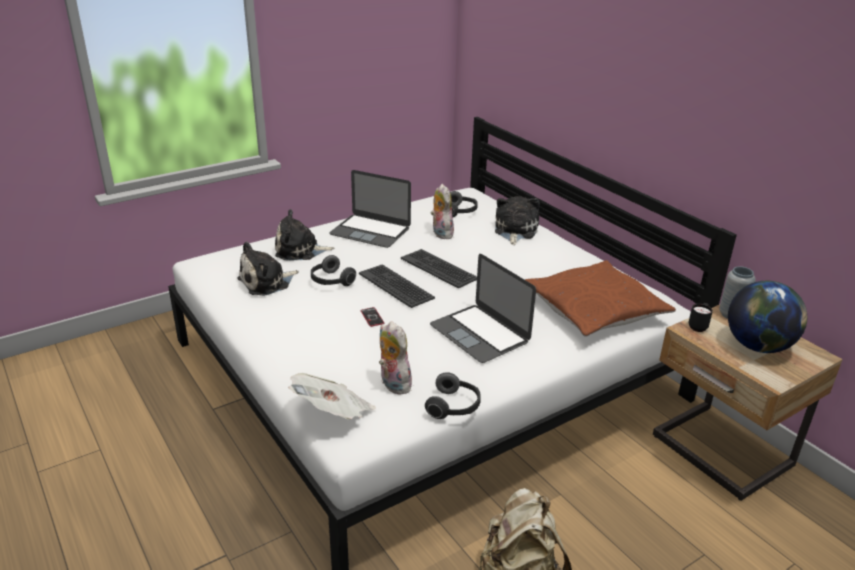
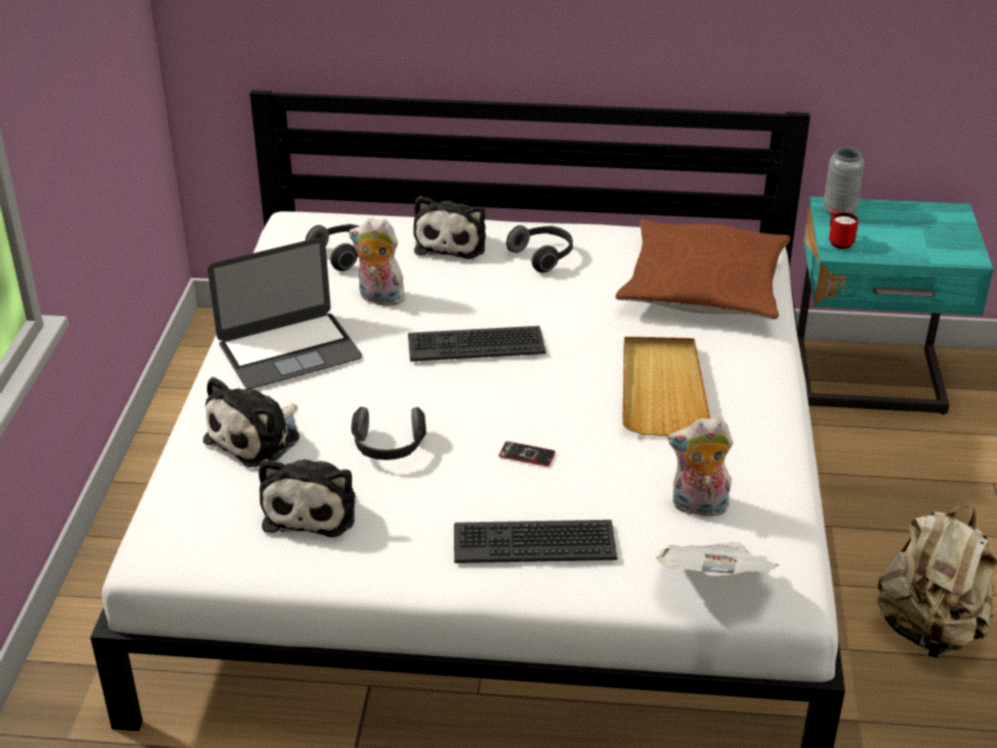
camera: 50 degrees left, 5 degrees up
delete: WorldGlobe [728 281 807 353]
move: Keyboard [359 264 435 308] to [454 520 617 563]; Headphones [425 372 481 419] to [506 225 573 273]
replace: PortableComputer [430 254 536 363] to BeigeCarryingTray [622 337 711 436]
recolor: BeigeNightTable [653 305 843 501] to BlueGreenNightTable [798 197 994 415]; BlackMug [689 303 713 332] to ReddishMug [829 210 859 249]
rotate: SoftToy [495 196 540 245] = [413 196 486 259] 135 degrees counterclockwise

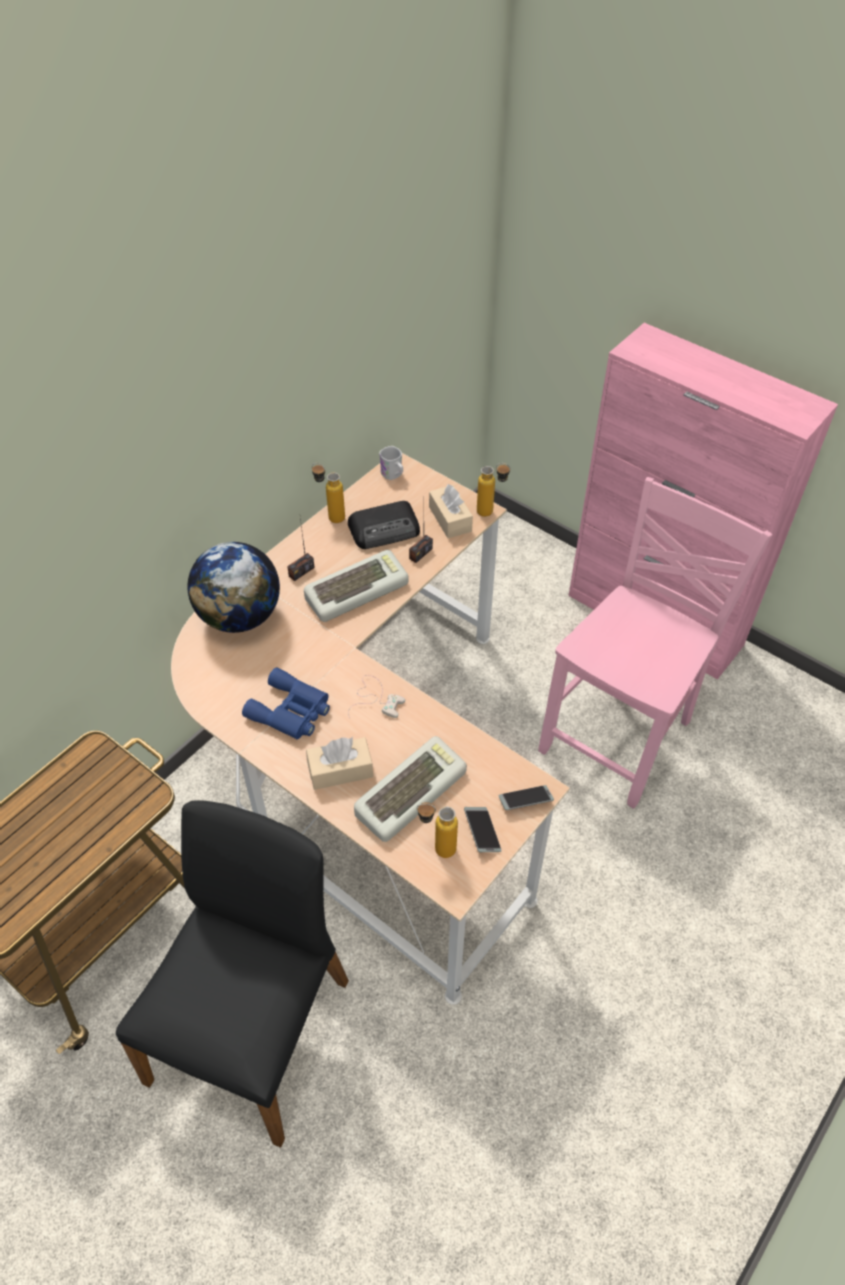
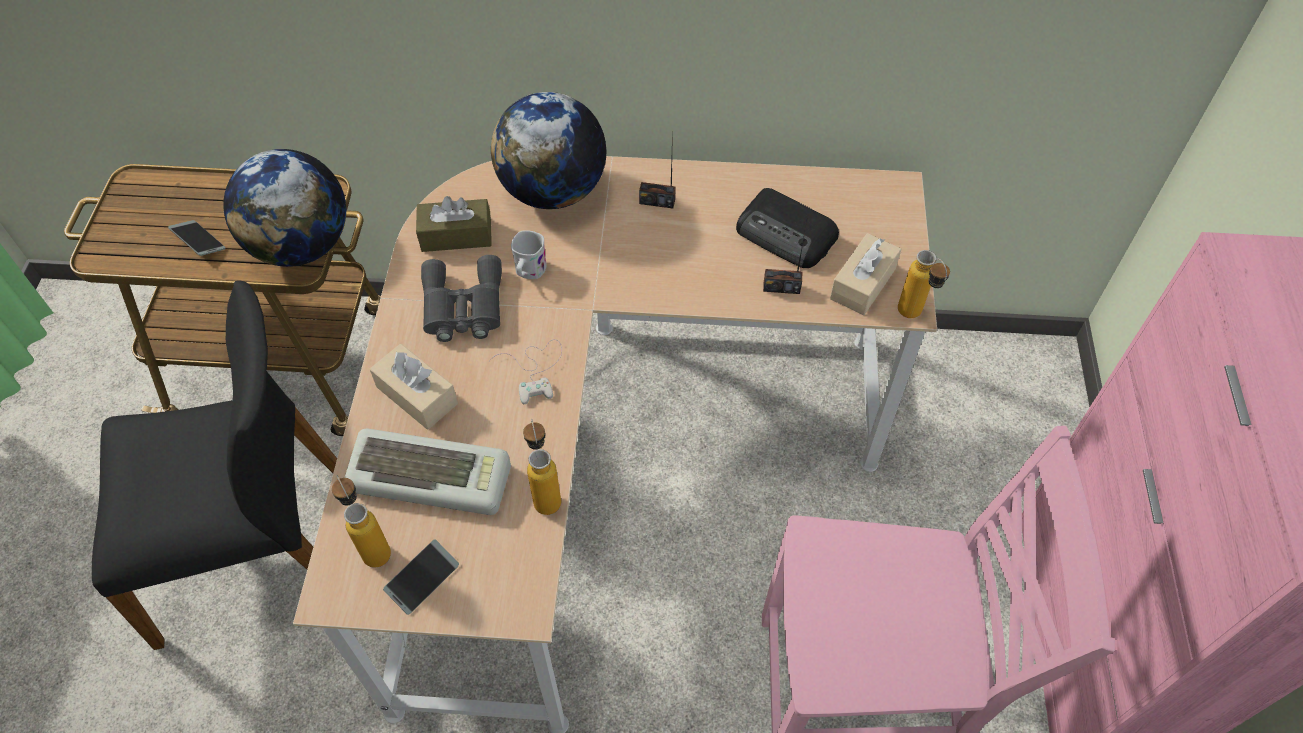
camera: 55 degrees right, 5 degrees up
delete: Keyboard [304 550 409 622]
insert: WorldGlobe [223 149 346 267]; BrownColouredTissueHolder [416 196 492 252]
move: DrinkBottle [312 463 345 523] to [523 419 561 515]; WhiteColouredMug [379 446 403 480] to [511 230 547 279]; Handset [498 785 554 810] to [168 220 226 256]
recolor: BluePairOfBinoculars [242 667 330 739] to GreyishPairOfBinoculars [421 255 502 342]

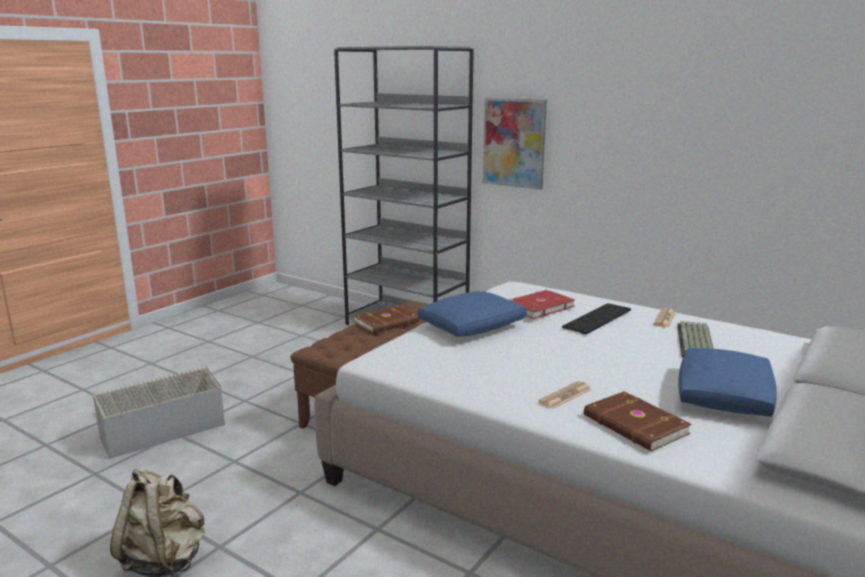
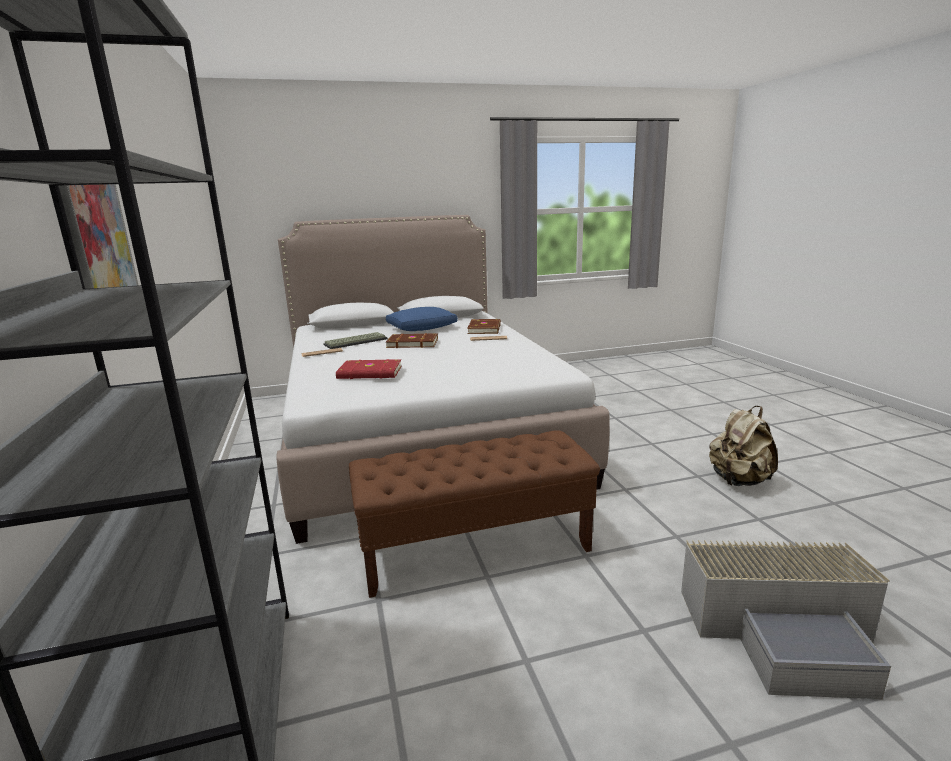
camera: 140 degrees left, 0 degrees up
delete: BlueThrowPillow [418 291 527 337]; Keyboard [562 303 631 334]
move: BrownColouredVolume [354 305 419 333] to [386 333 438 348]

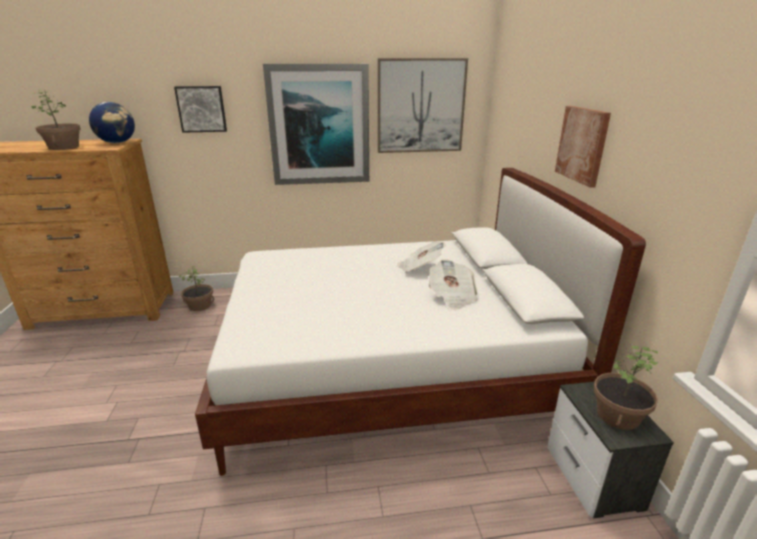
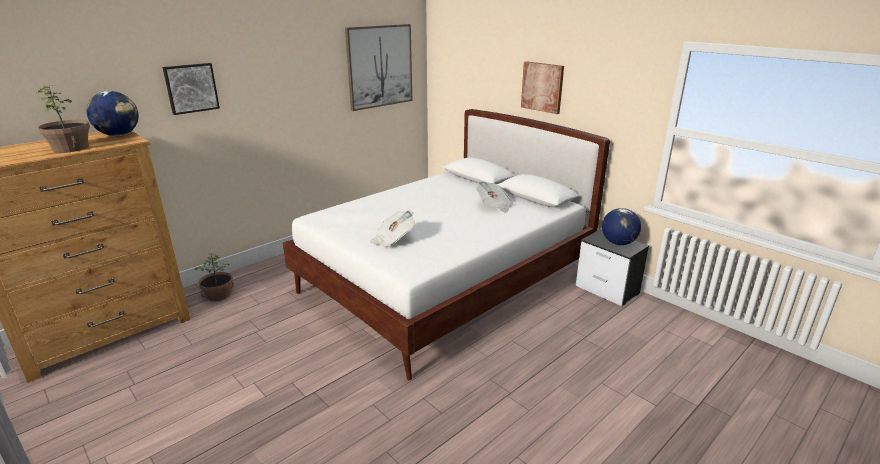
camera: 35 degrees left, 0 degrees up
delete: WallArt [263 64 369 185]
move: Newspaper [397 241 446 273] to [370 210 415 247]
replace: PlantInAPot [594 346 658 430] to WorldGlobe [602 208 641 245]

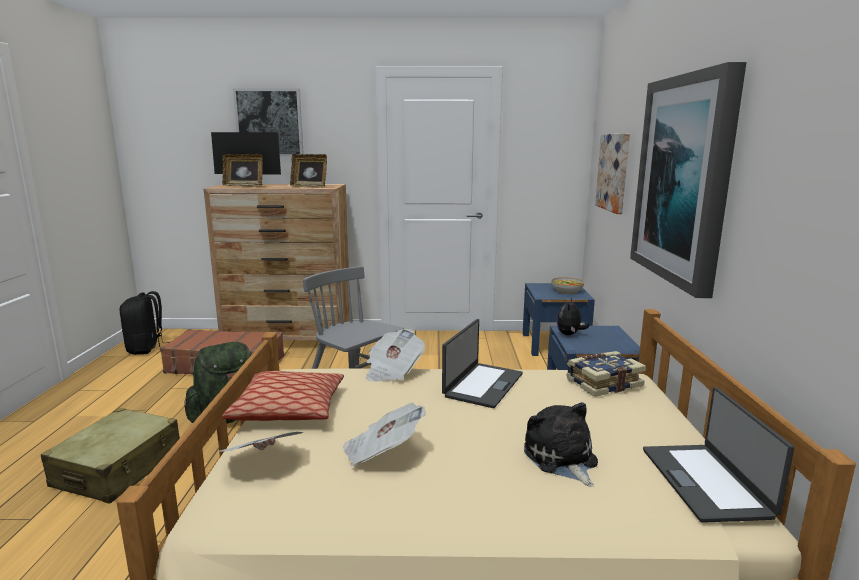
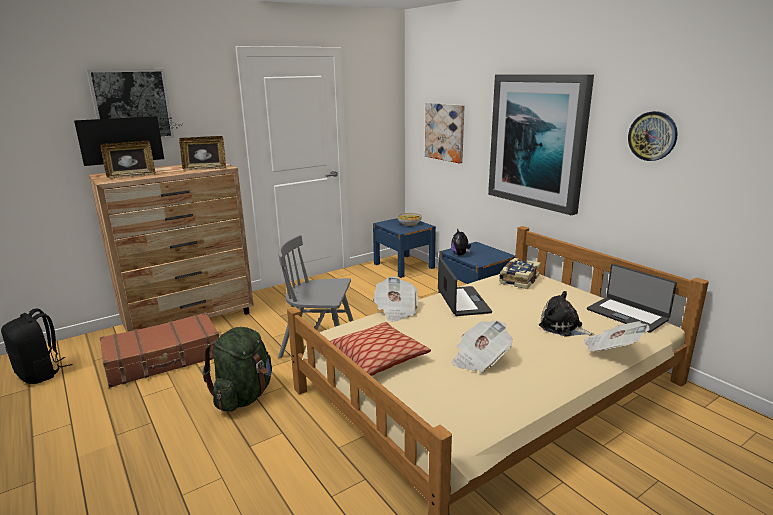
camera: 35 degrees left, 5 degrees up
delete: BeigeTravelCase [41 408 180 503]
insert: ClockOnTheWall [628 111 678 161]
move: Newspaper [220 432 303 452] to [584 321 650 352]

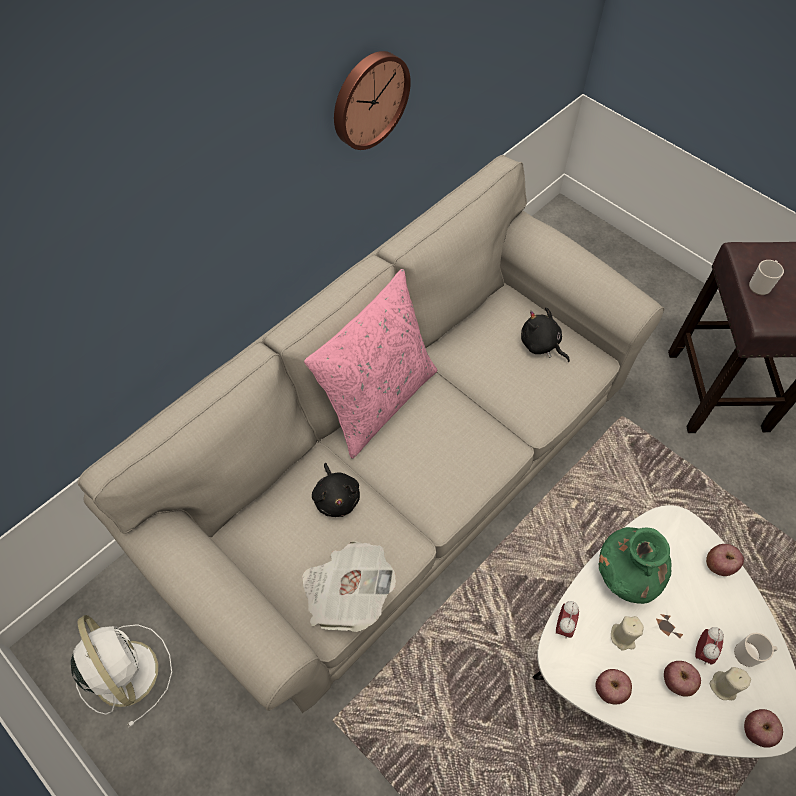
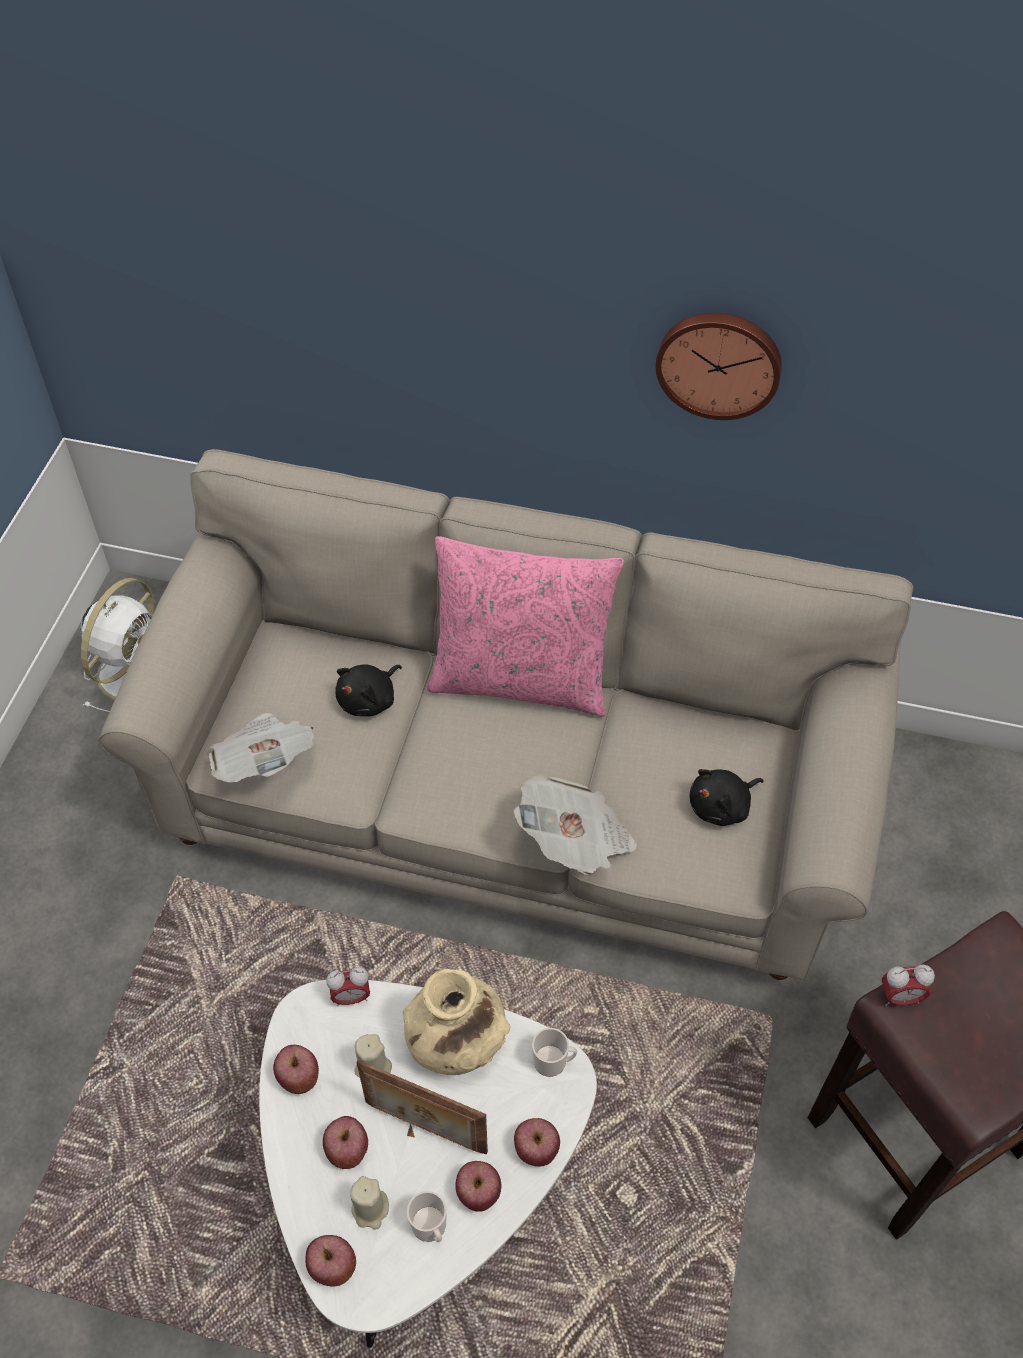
camera: 60 degrees right, 5 degrees down
insert: StandingFrame [356 1060 488 1155]; AppleFruit [455 1161 501 1212]; Newspaper [513 774 637 875]
move: TableClock [695 627 724 664] to [882 965 935 1006]; Mug [749 260 784 295] to [532 1028 577 1077]
recolor: GreenDecorativeVase [599 527 672 604] to BeigeDecorativeVase [403 969 511 1075]
rotate: BlackSoftToy [521 307 570 362] = [690 769 764 826] 135 degrees counterclockwise

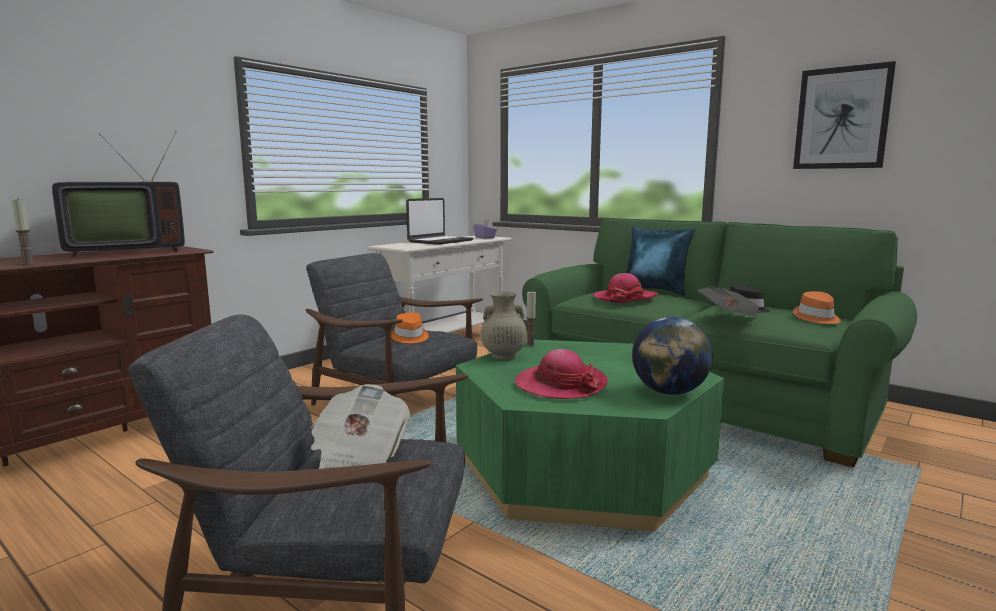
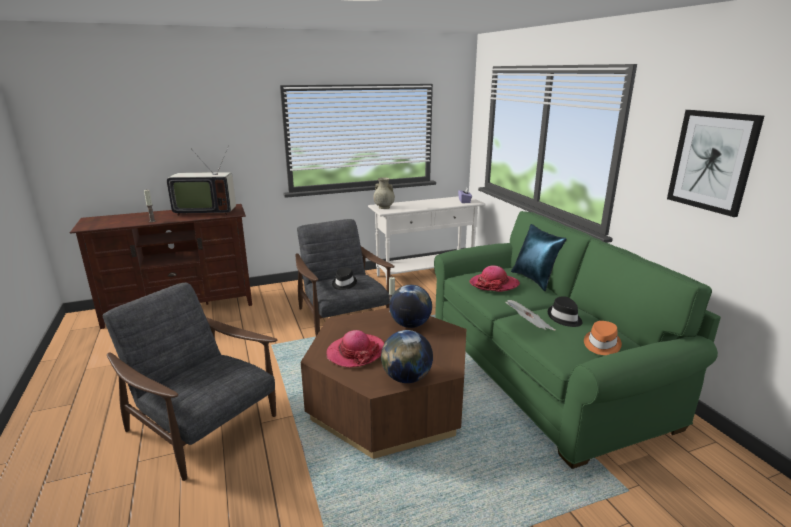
camera: 30 degrees right, 10 degrees up
delete: Newspaper [311 384 410 469]; PortableComputer [406 198 473 245]
insert: WorldGlobe [389 285 432 328]
move: BeigeDecorativeVase [481 292 527 360] to [373 177 395 209]
recolor: OrangeColouredClothingHat [391 313 429 343] to BlackClothingHat [332 267 357 290]; GreenLoungeTable [456 340 724 531] to BrownColouredLoungeTable [301 308 466 459]

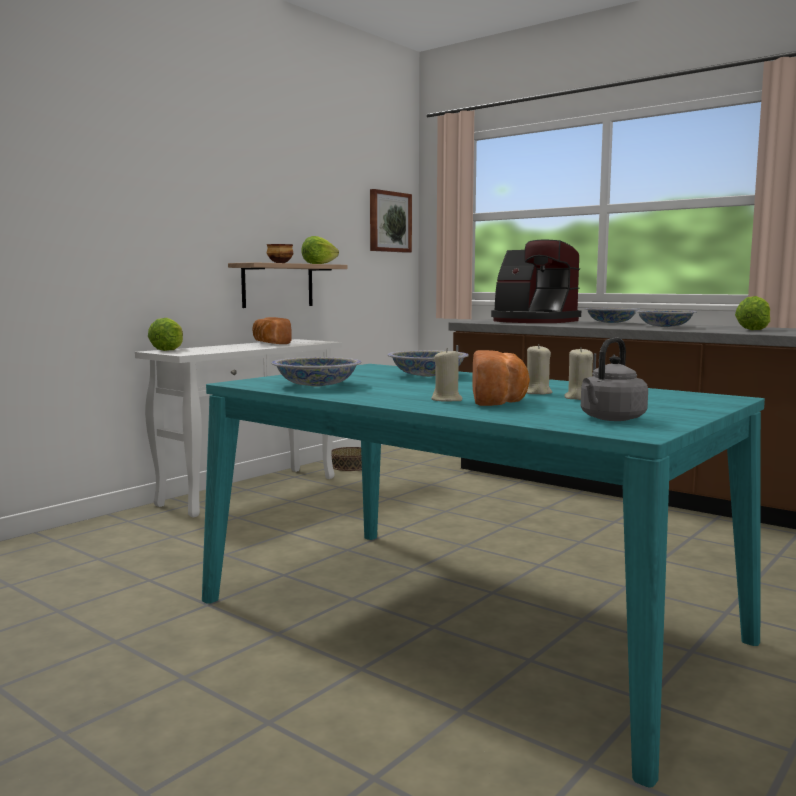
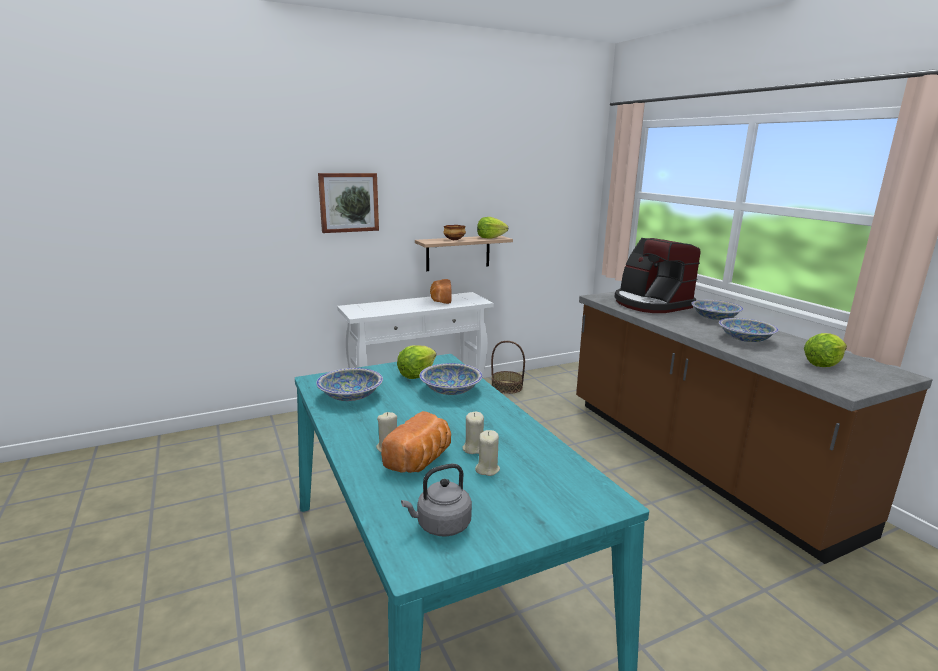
camera: 25 degrees right, 10 degrees up
move: HeadOfLettuce [148 318 183 351] to [397 345 436 379]; WallArt [370 189 412 253] to [318 173 379 233]

